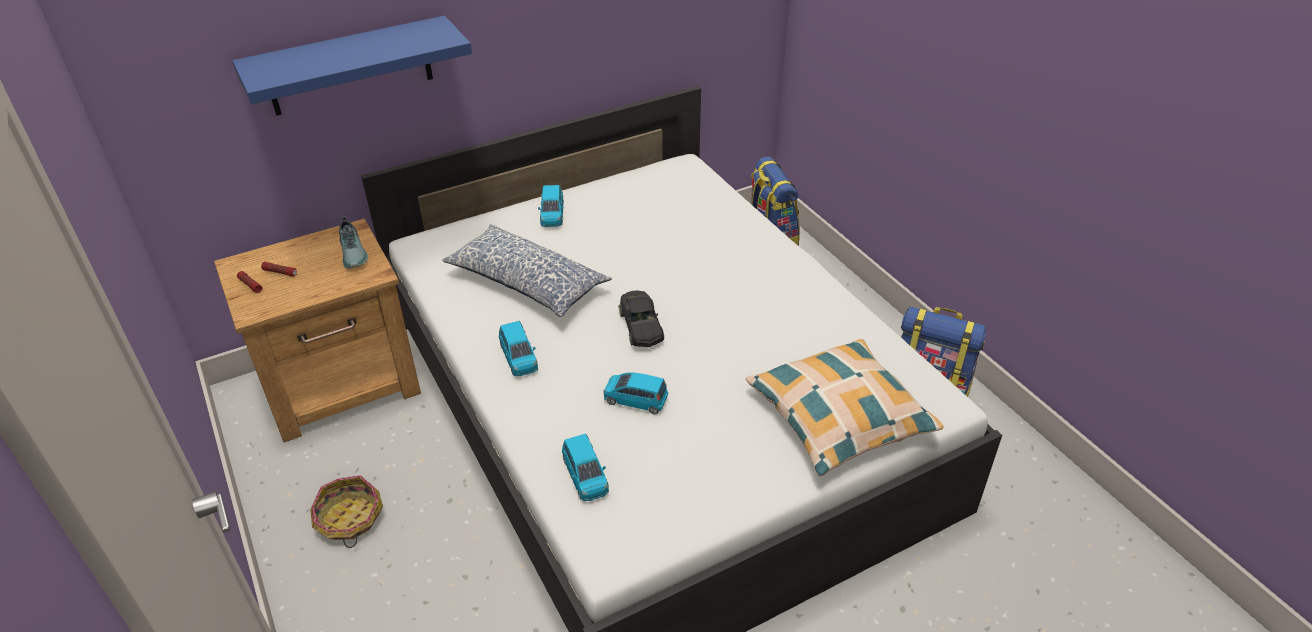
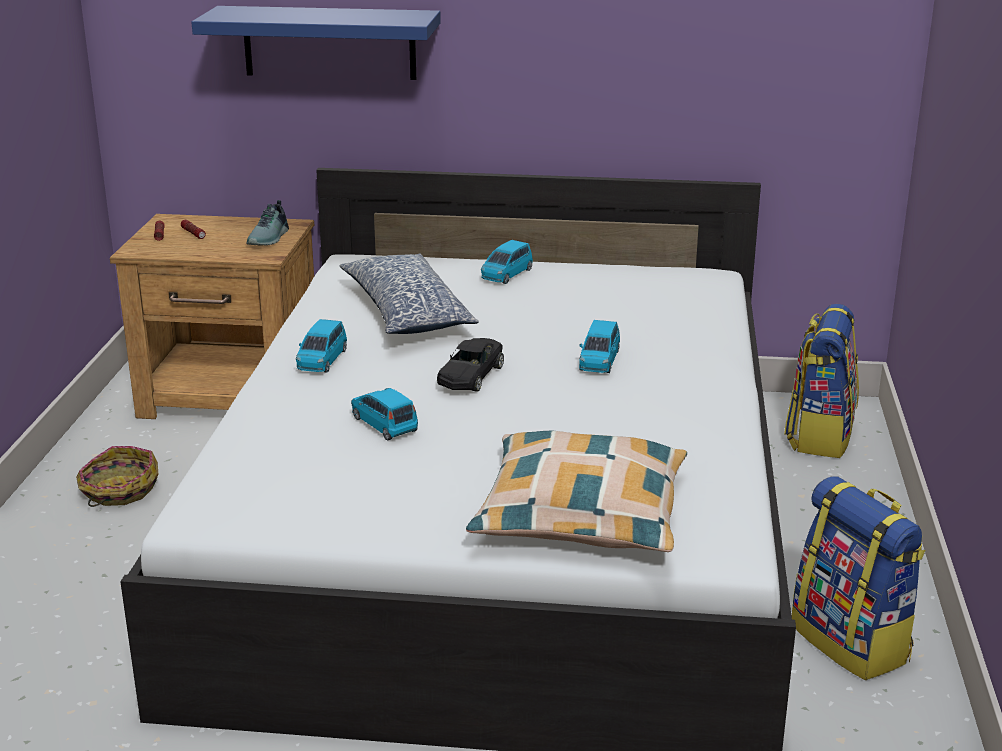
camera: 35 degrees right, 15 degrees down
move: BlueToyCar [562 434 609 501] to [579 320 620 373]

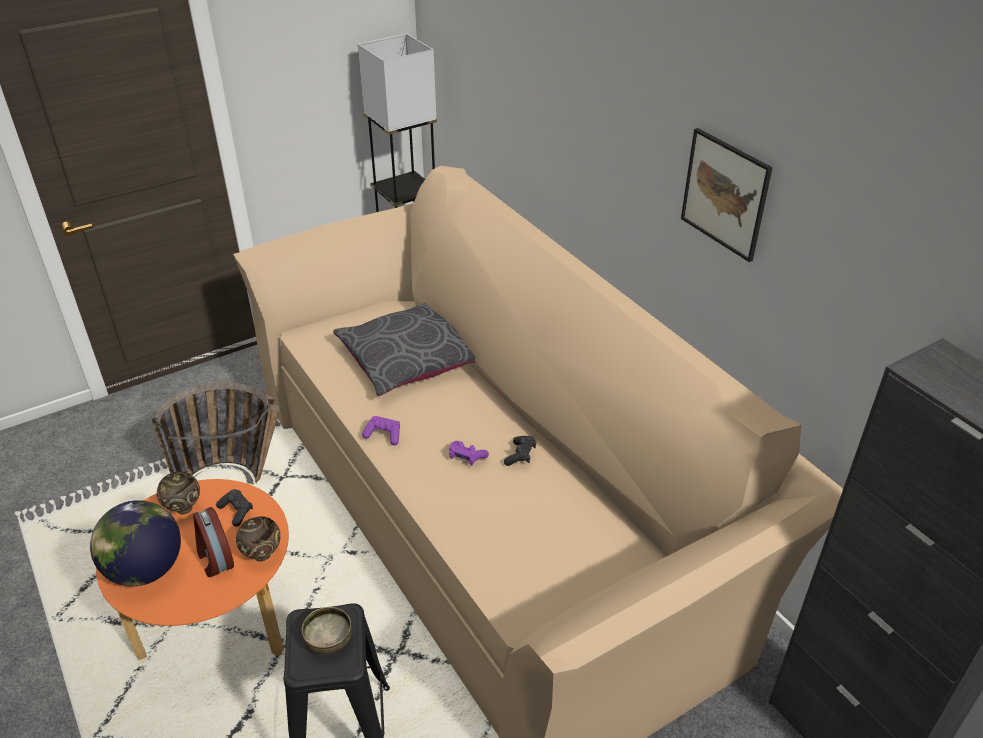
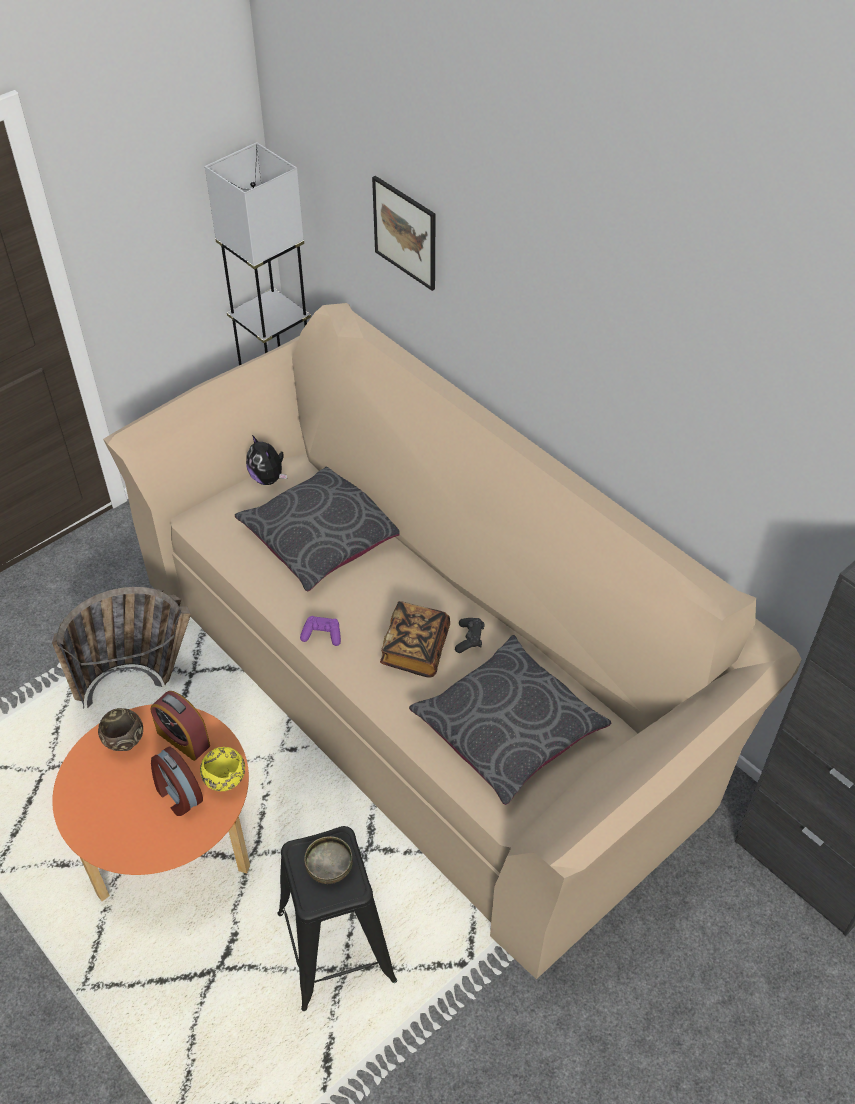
camera: 10 degrees left, 10 degrees up
delete: WorldGlobe [90 500 181 586]
insert: SoftToy [246 435 287 485]; GreyishThrowPillow [409 635 612 805]
move: WallArt [681 128 773 262] to [372 176 436 291]
replace: BlackGameController [216 489 253 526] to TableClock [151 691 210 761]; PurplishGameController [449 441 489 466] to Volume [380 601 450 678]
recolor: BrownColouredBowl [236 516 281 562] to YellowishBowl [200 747 245 791]

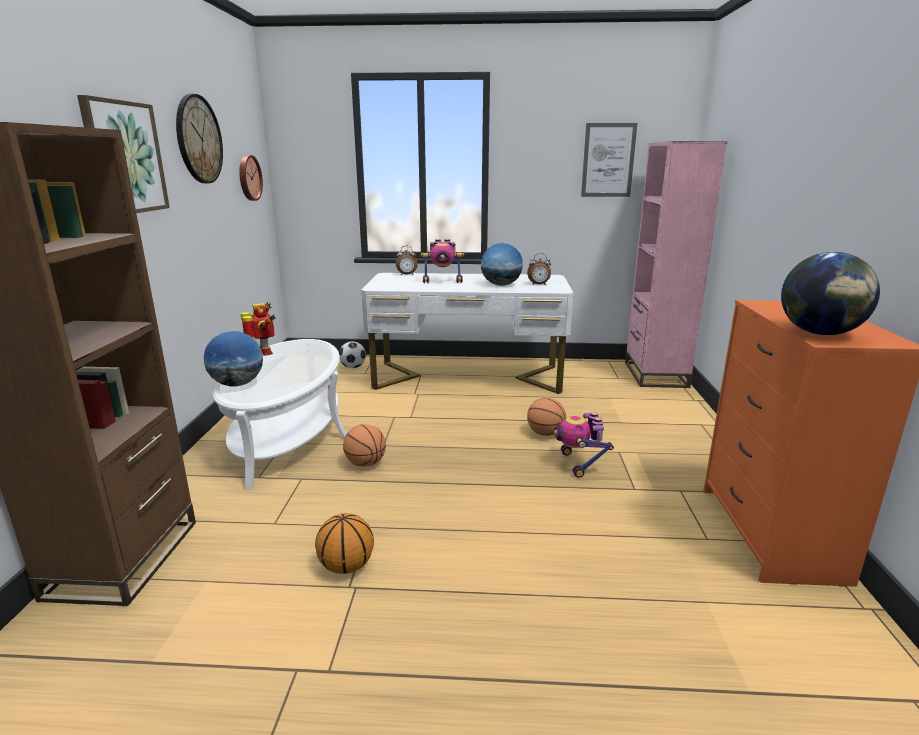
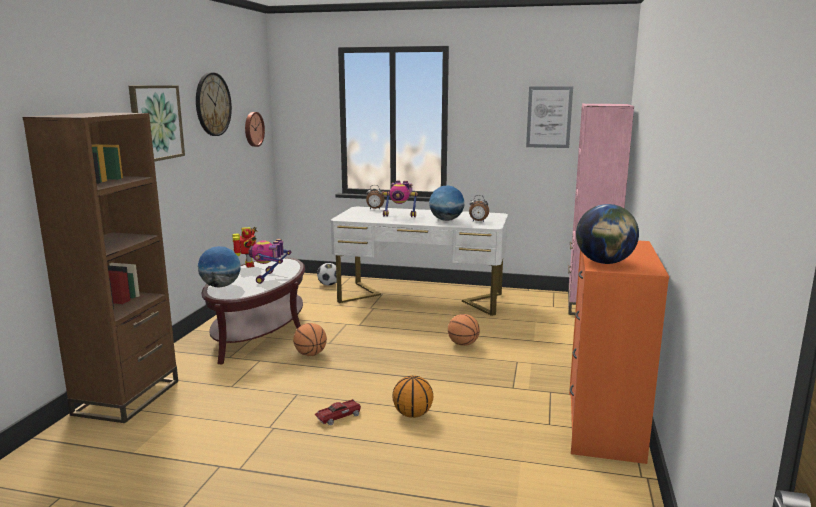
camera: 10 degrees right, 5 degrees down
insert: ToyCar [315 399 361 425]
move: BallForBasketball [315 513 374 574] to [392 375 433 418]; ModelRobot [554 412 614 478] to [249 239 291 284]
recolor: WhiteColouredLoungeTable [212 339 346 490] to BrownColouredLoungeTable [202 257 305 365]

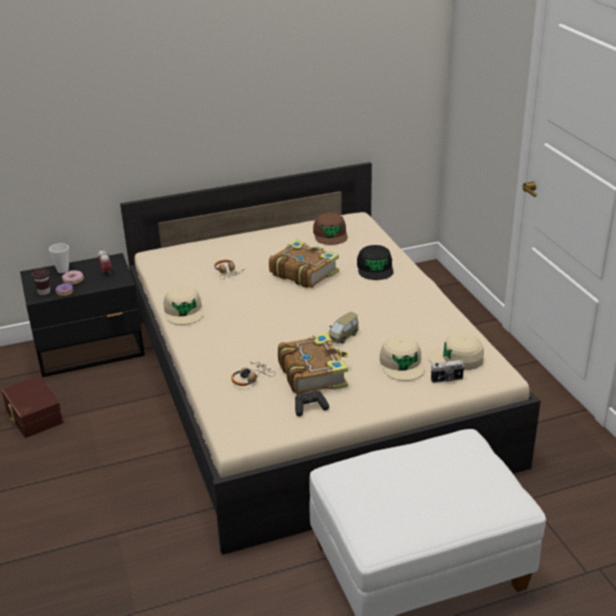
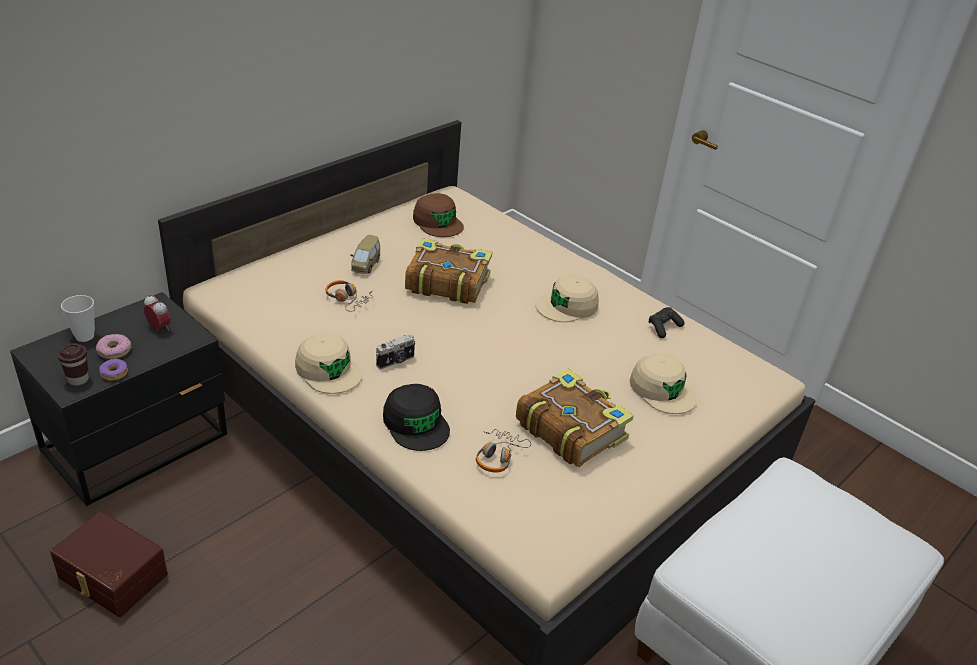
camera: 30 degrees left, 5 degrees up
move: BlackGameController [295 391 329 416] to [648 307 685 338]; ToyCar [329 312 358 344] to [350 235 380 274]; BlackBaseballCap [357 245 394 280] to [383 384 450 451]; BeigeBaseballCap [428 332 484 370] to [535 274 599 322]; PhotoCamera [431 360 465 383] to [376 334 415 369]

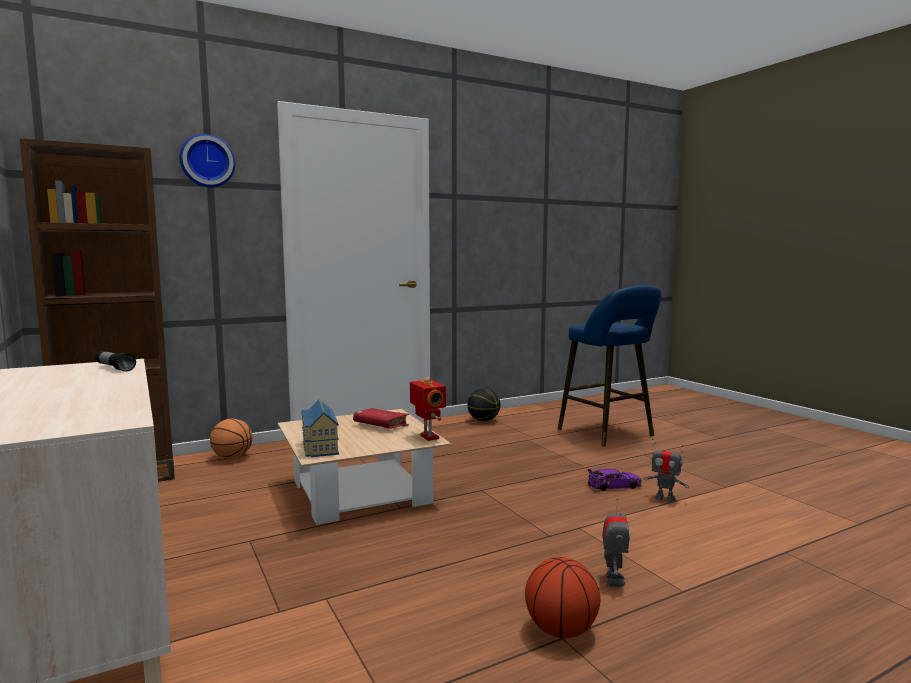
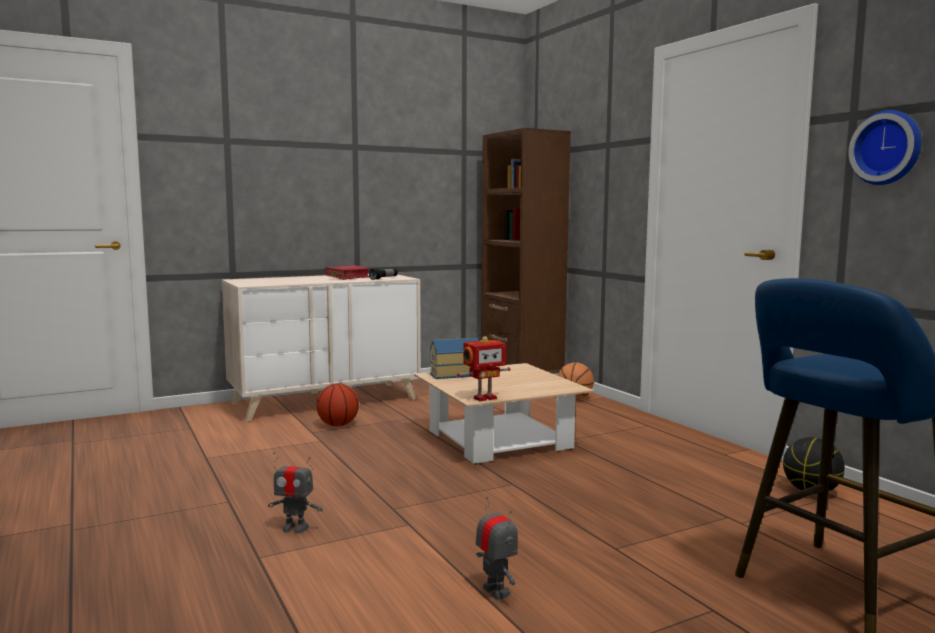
camera: 90 degrees right, 0 degrees up
delete: PurplishToyCar [588 469 642 491]
move: ClockOnTheWall [180 134 235 188] to [848 110 922 185]; ReddishVolume [353 408 409 429] to [325 266 370 280]; BallForBasketball [525 557 600 638] to [316 383 359 426]
rotate: ModelRobot [645 439 689 503] = [476 497 518 600] 120 degrees clockwise

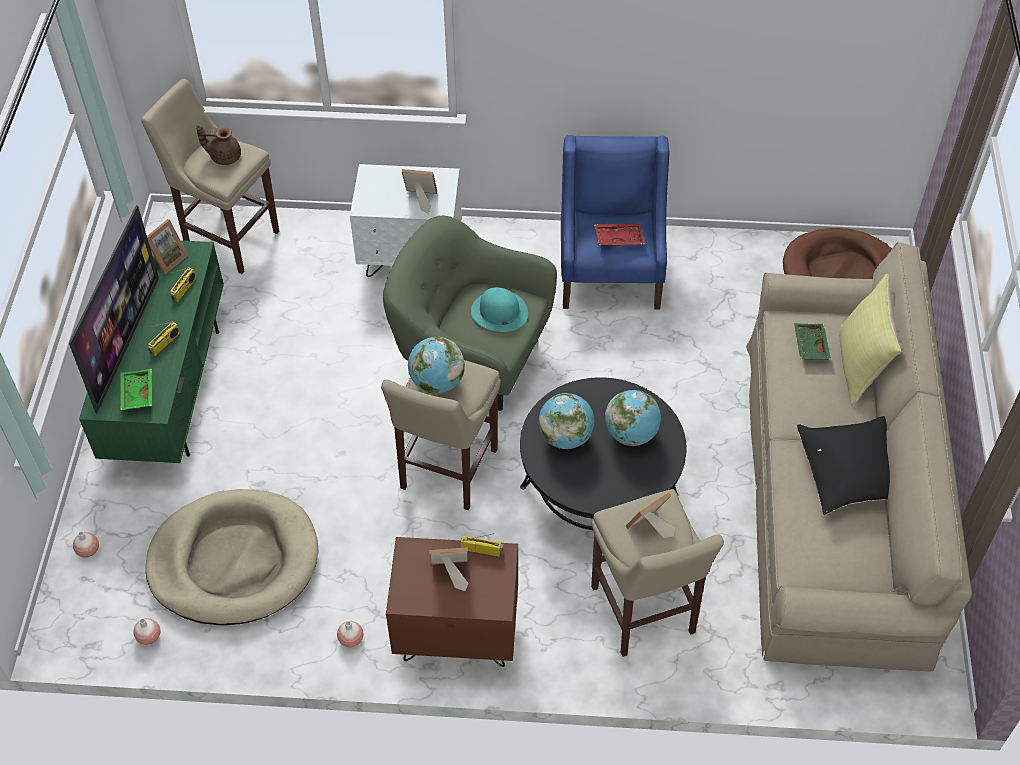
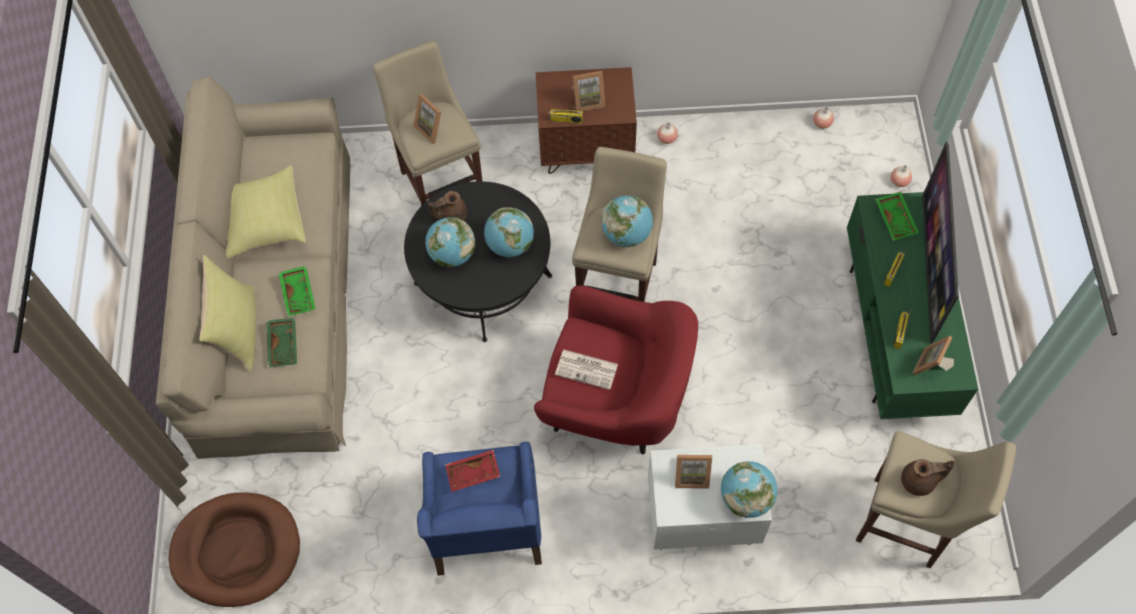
camera: 175 degrees right, 10 degrees up
delete: BeigeDogBed [145 489 319 625]
insert: GreenCarryingTray [279 266 316 316]; BrownColouredTeapot [428 191 468 221]; WorldGlobe [721 461 778 518]
replace: BlueGreenClothingHat [471 287 528 332] to Newspaper [555 350 618 390]
recolor: GreenEasyChair [383 216 557 411] to ReddishEasyChair [534 285 698 454]; BlackThrowPillow [797 416 890 515] to YellowishThrowPillow [226 165 306 259]
rotate: StandingFrame [626 493 675 538] = [414 94 441 144] 90 degrees clockwise

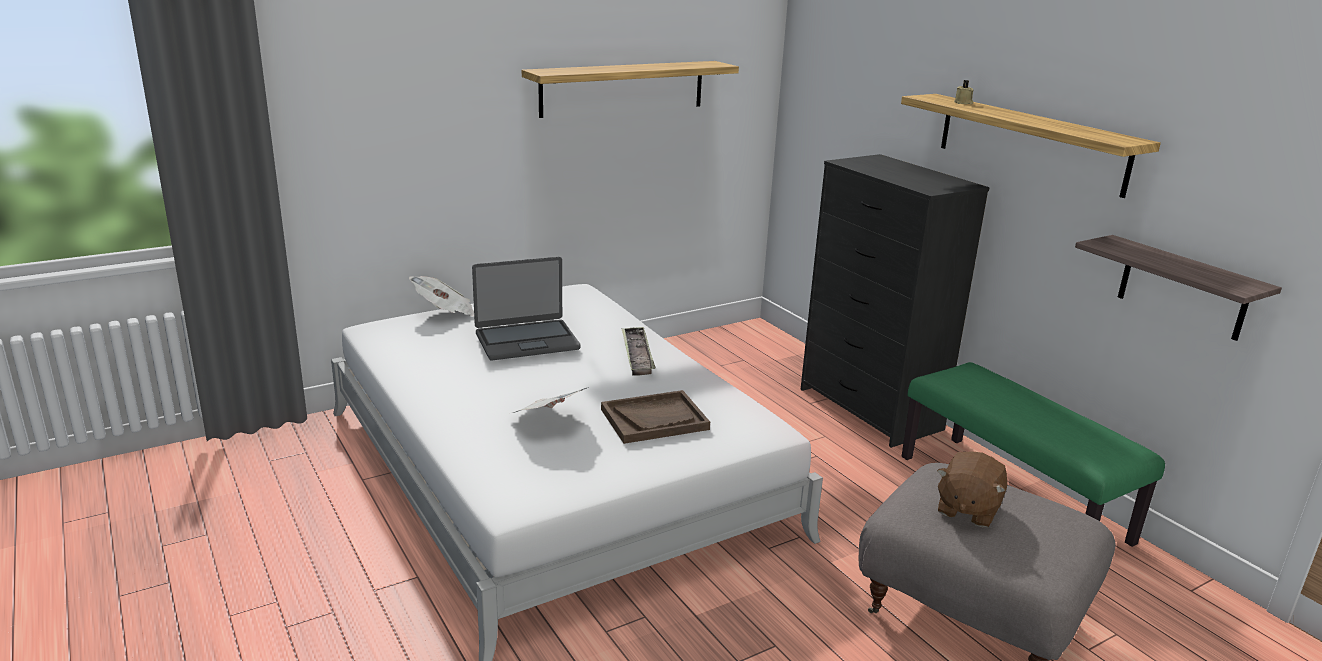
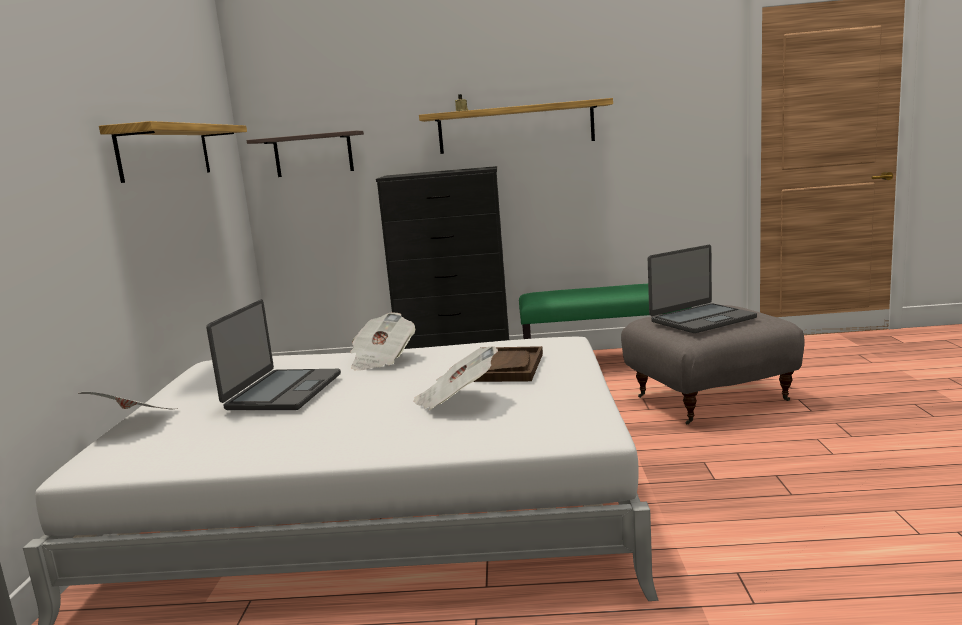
camera: 55 degrees left, 10 degrees down
move: WallShelf [1075 235 1282 341] to [246 131 364 177]
replace: CarryingTray [621 327 656 376] to Newspaper [350 312 415 371]; BrownColouredSoftToy [937 451 1007 527] to PortableComputer [648 245 757 333]

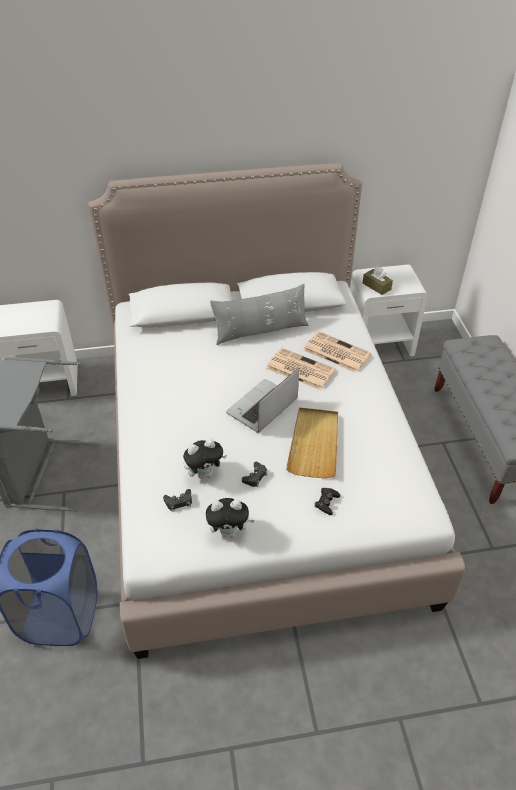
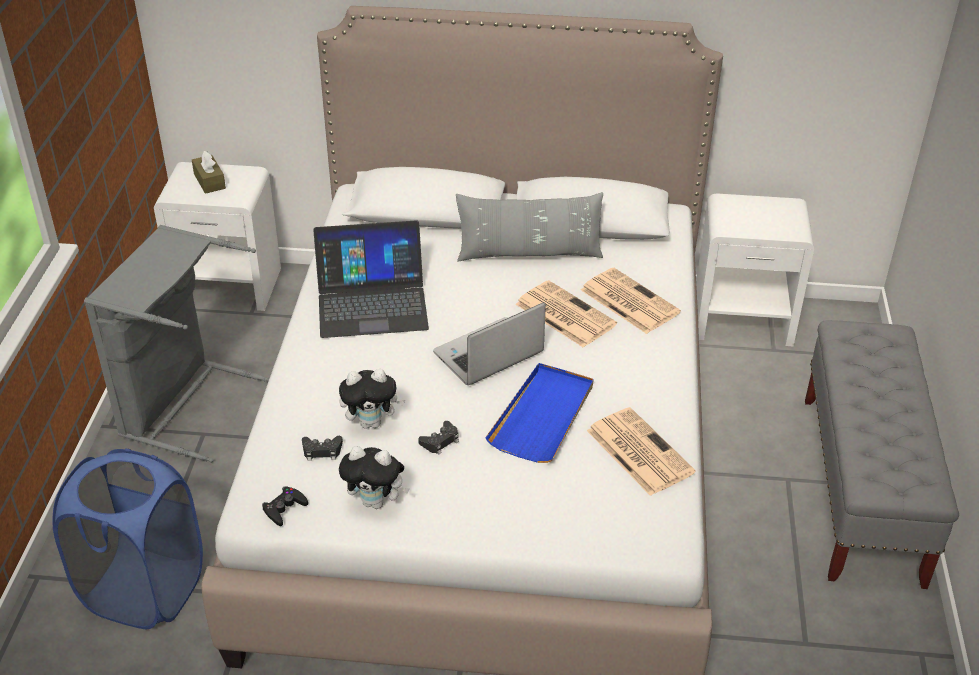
camera: 15 degrees right, 5 degrees down
insert: PortableComputer [313 221 429 338]; Newspaper [587 407 696 496]
move: BlackGameController [315 488 340 515] to [262 486 308 526]; BrownColouredTissueHolder [363 267 393 295] to [192 151 226 194]
recolor: BeigeCarryingTray [286 408 338 478] to BlueCarryingTray [485 363 594 463]

